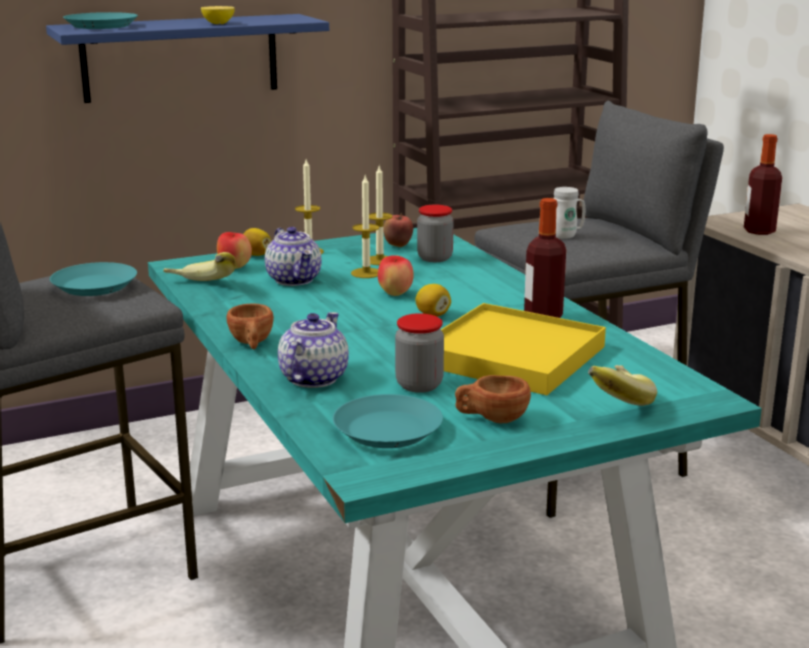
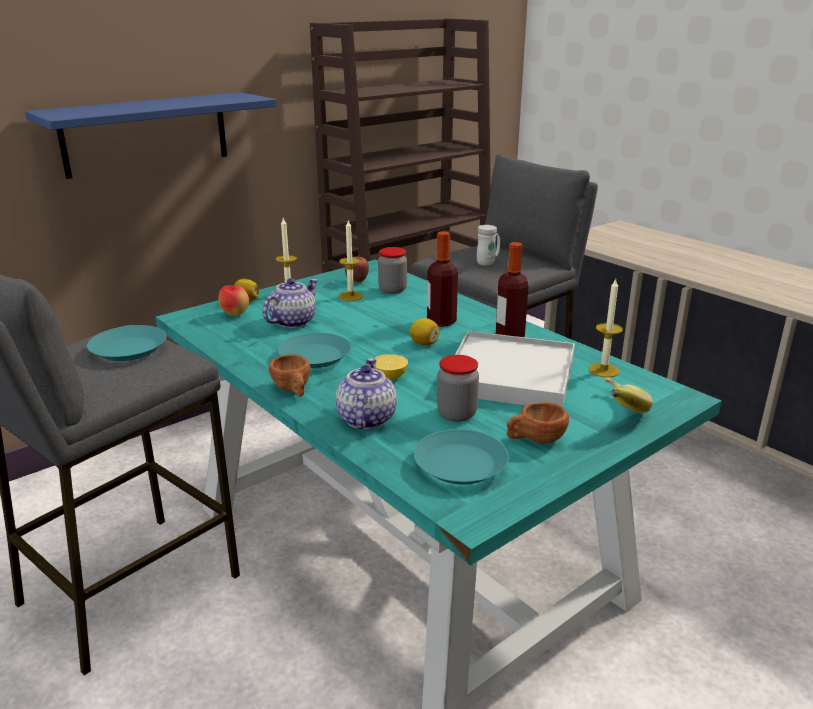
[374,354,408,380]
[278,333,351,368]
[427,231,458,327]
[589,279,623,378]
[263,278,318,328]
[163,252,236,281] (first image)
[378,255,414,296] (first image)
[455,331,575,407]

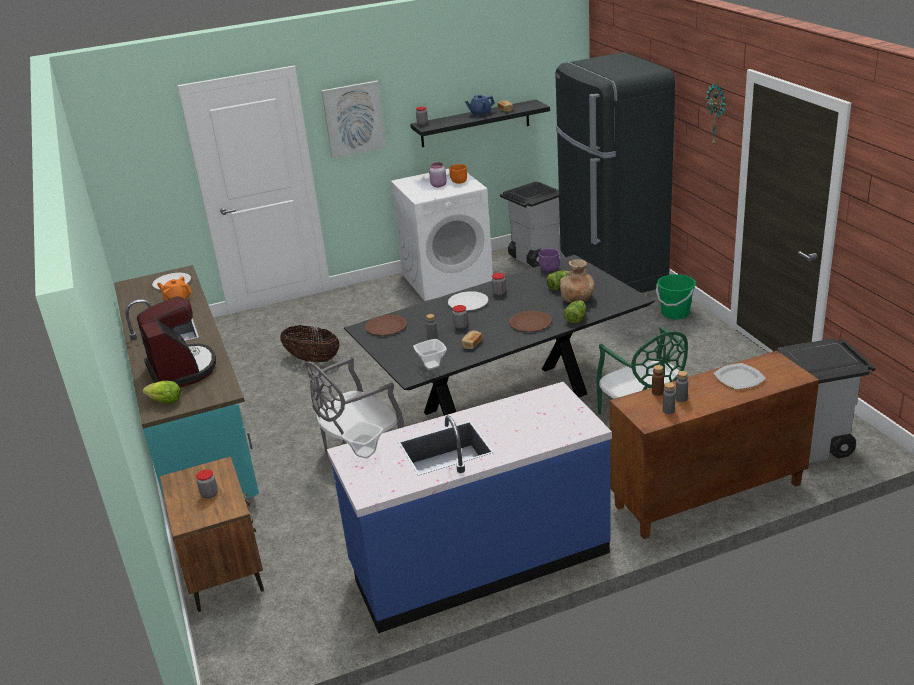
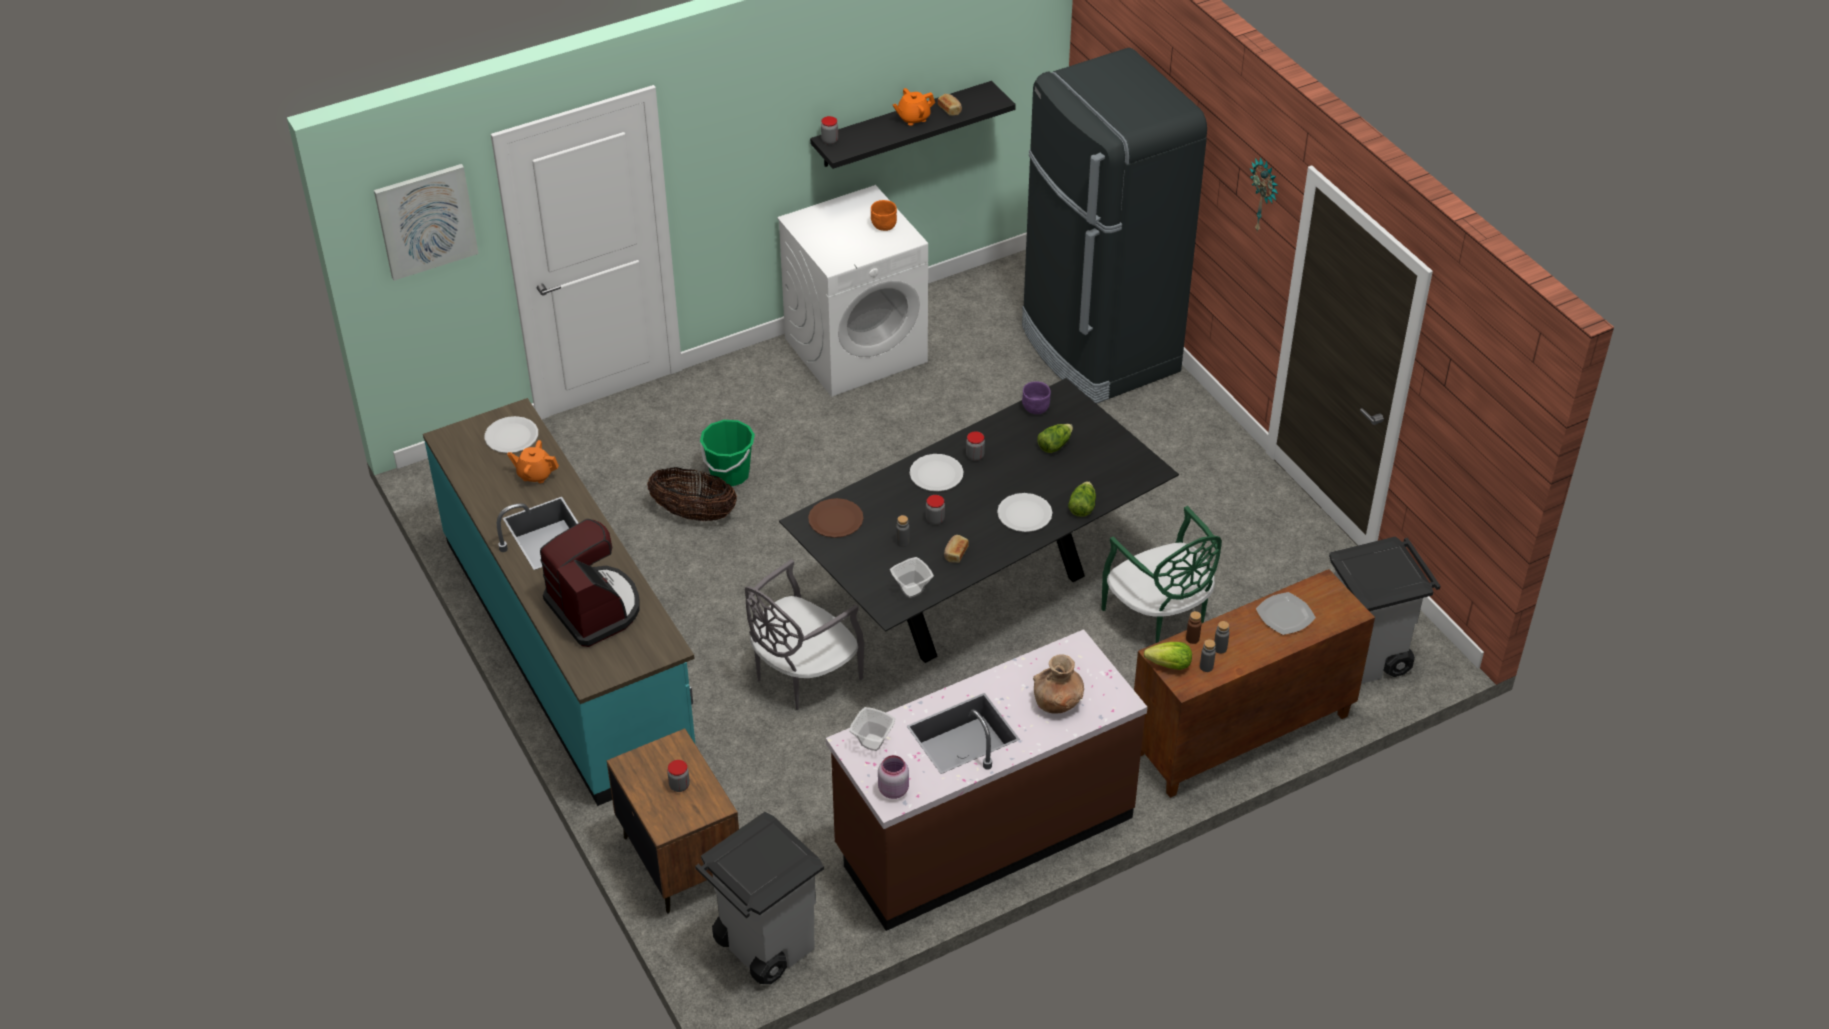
[374,164,479,281]
[893,88,935,126]
[878,755,909,799]
[695,812,824,984]
[1033,654,1084,714]
[700,420,755,486]
[997,493,1052,532]
[1144,642,1192,670]
[826,629,1148,931]

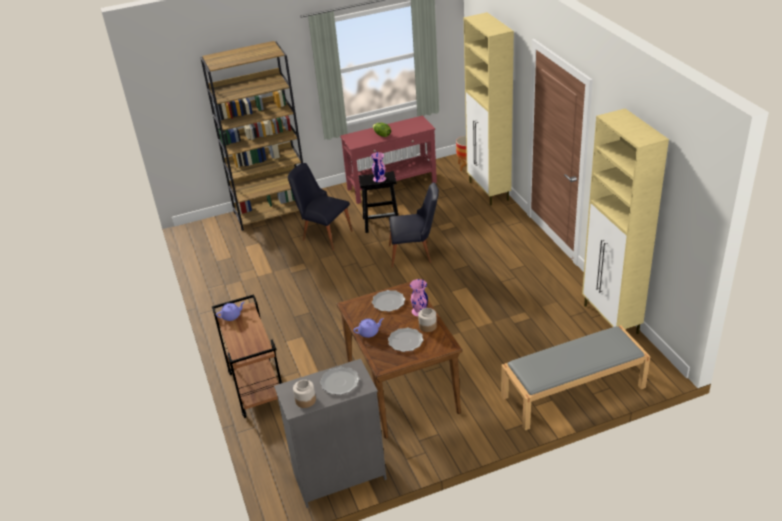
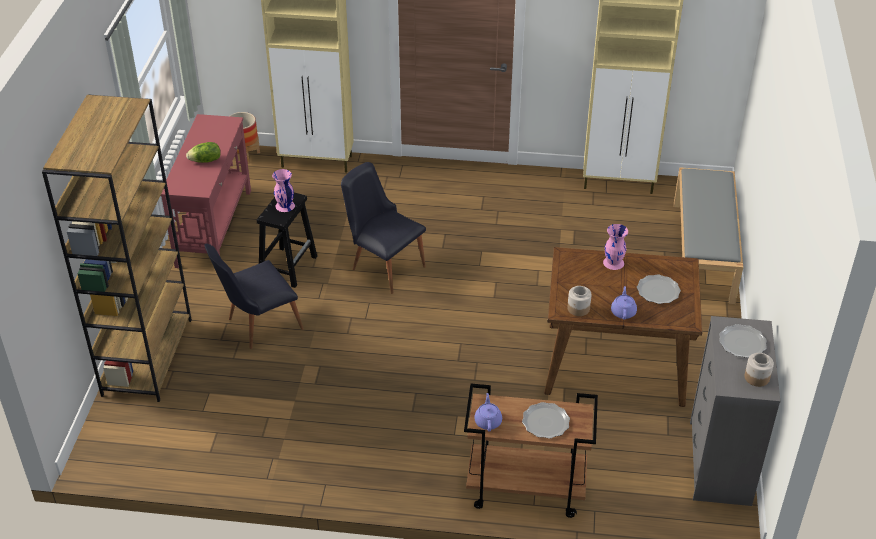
[341,162,426,294]
[522,402,570,439]
[567,286,592,316]

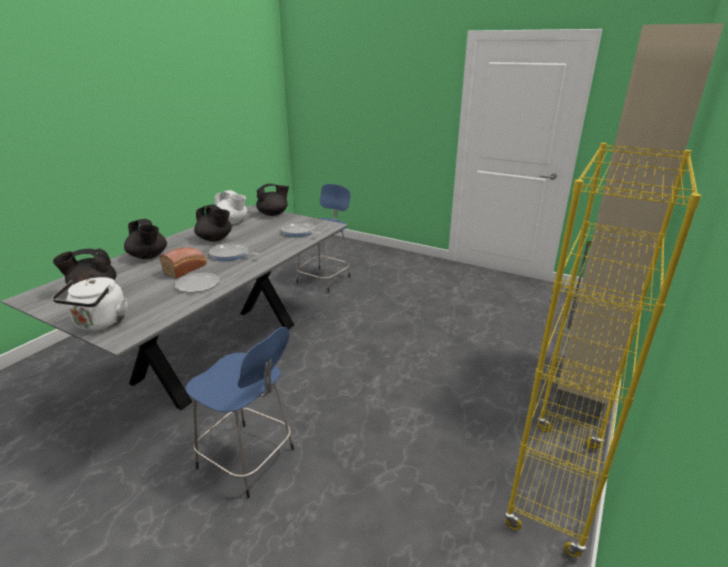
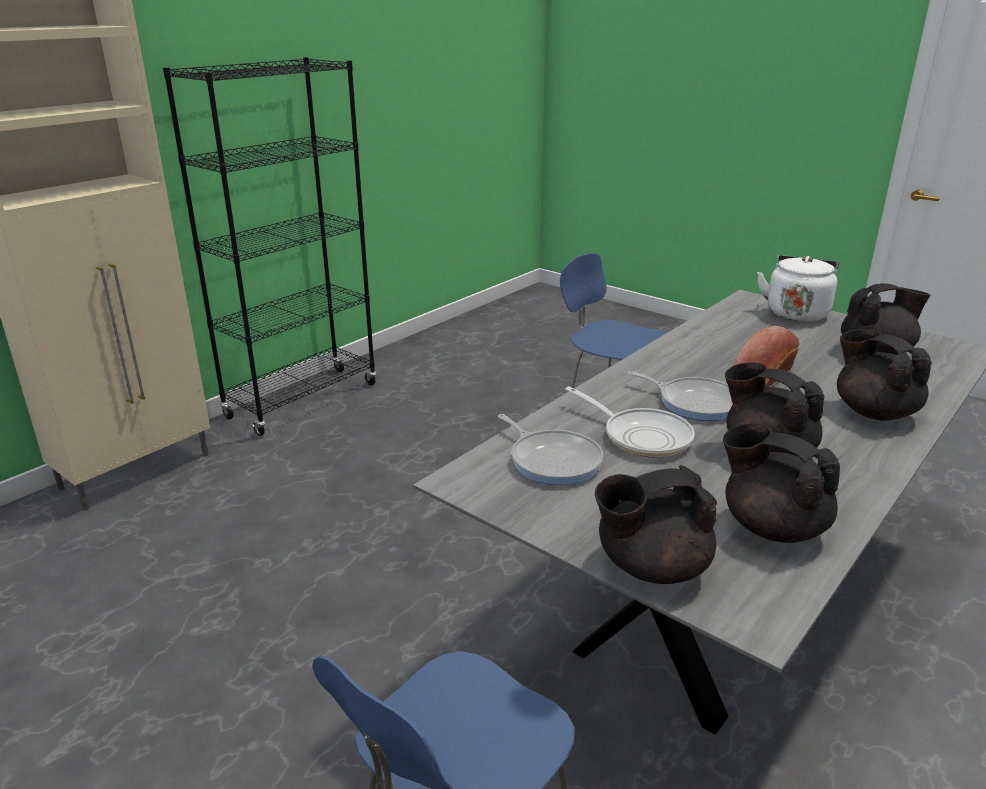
[163,57,376,436]
[723,423,840,543]
[175,272,220,292] (first image)
[565,386,695,458]

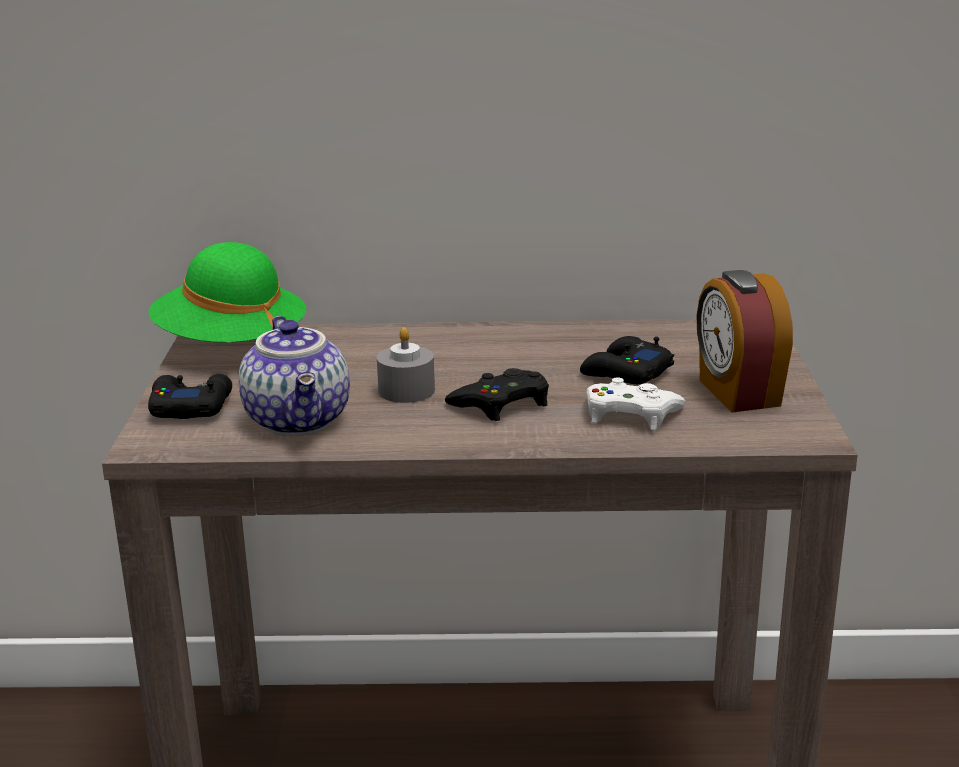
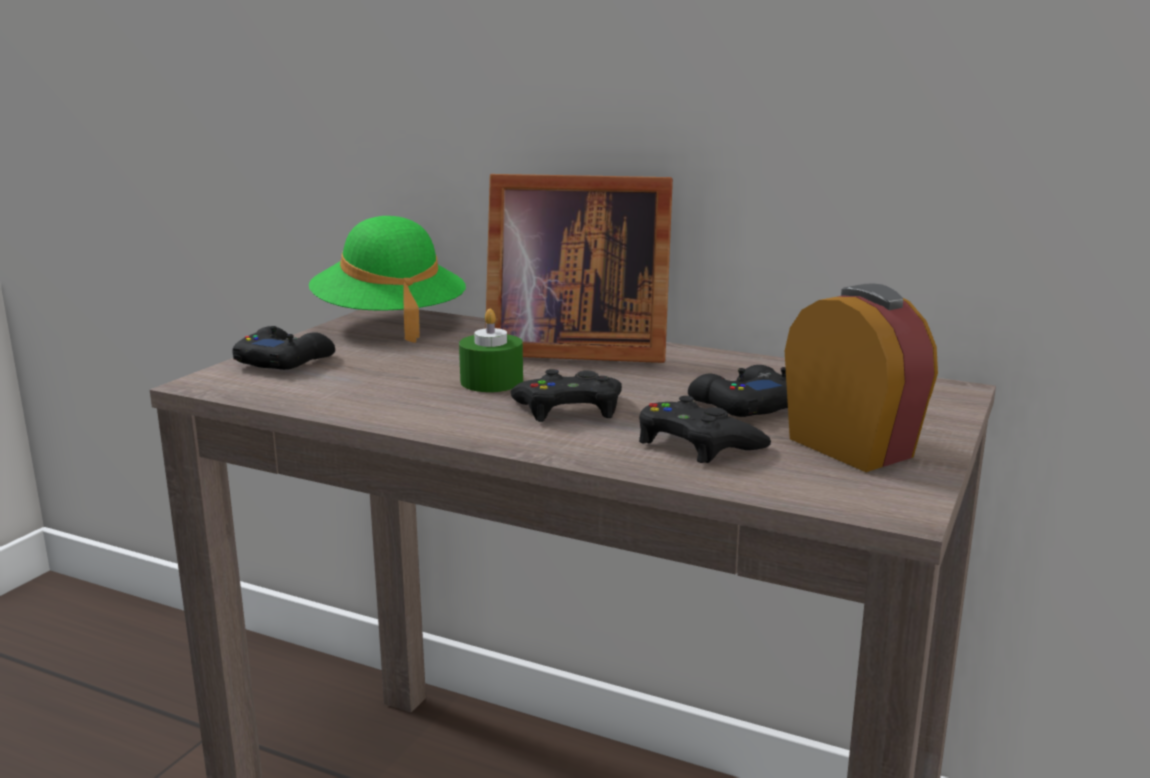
[785,284,938,472]
[239,316,350,436] (first image)
[459,309,523,392]
[639,396,771,463]
[485,174,673,363]

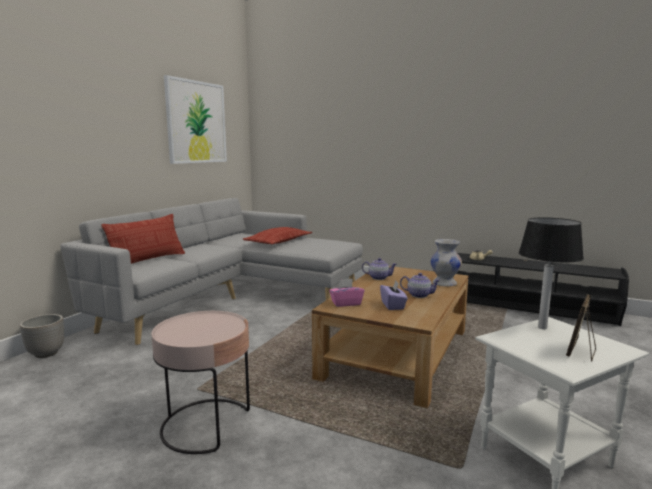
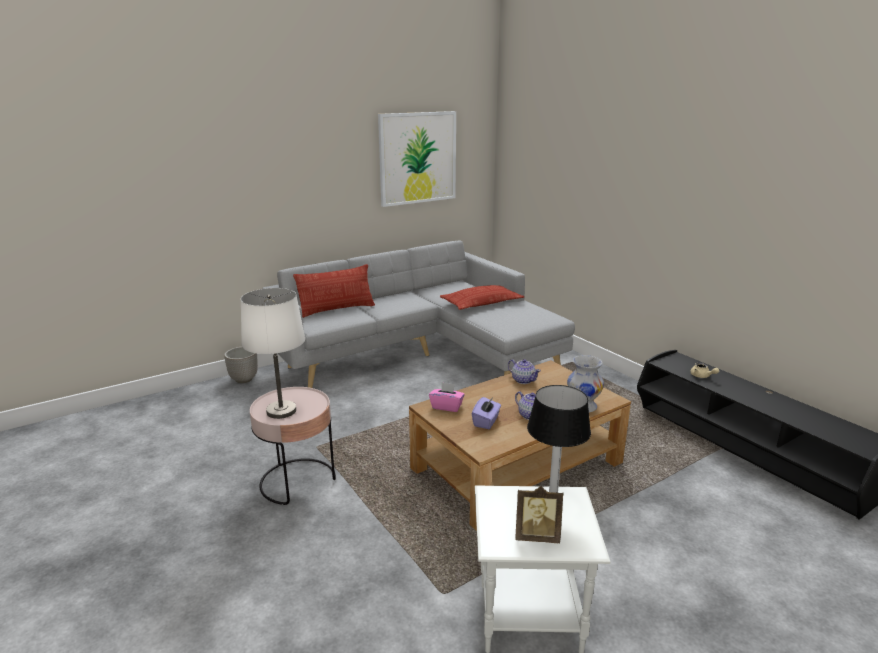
[515,486,563,543]
[241,288,305,419]

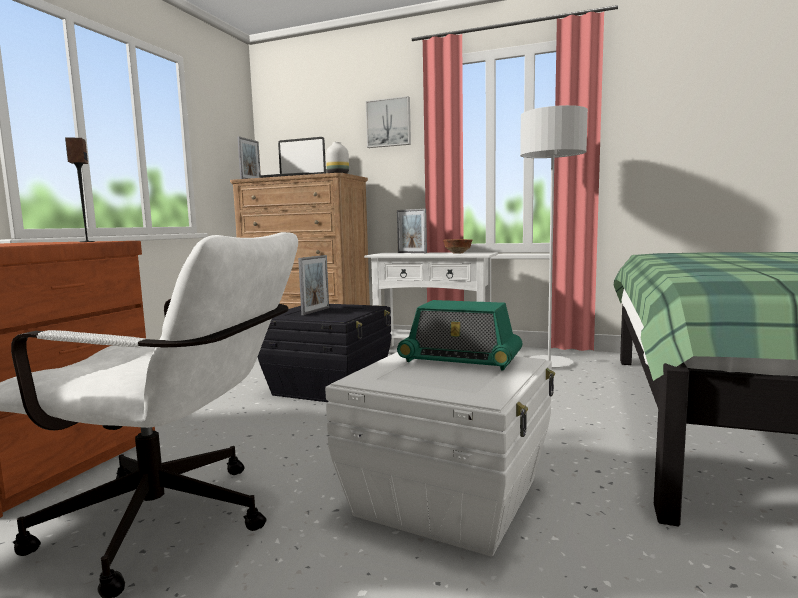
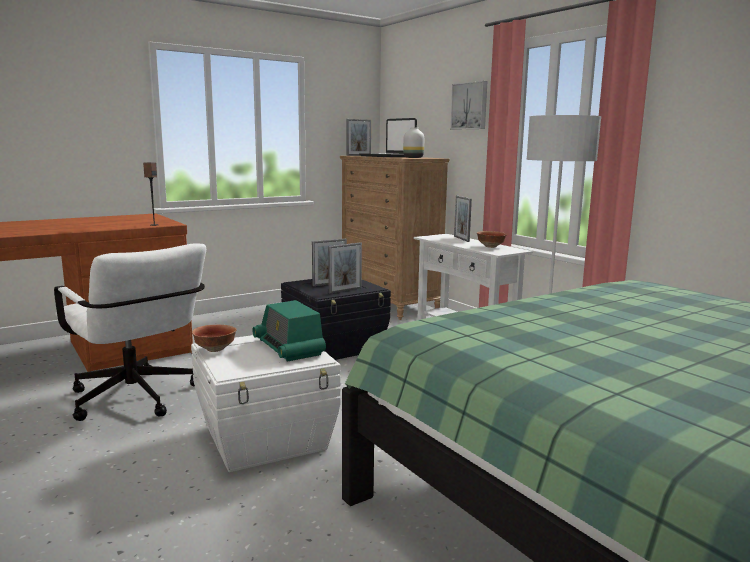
[328,242,362,294]
[192,325,237,352]

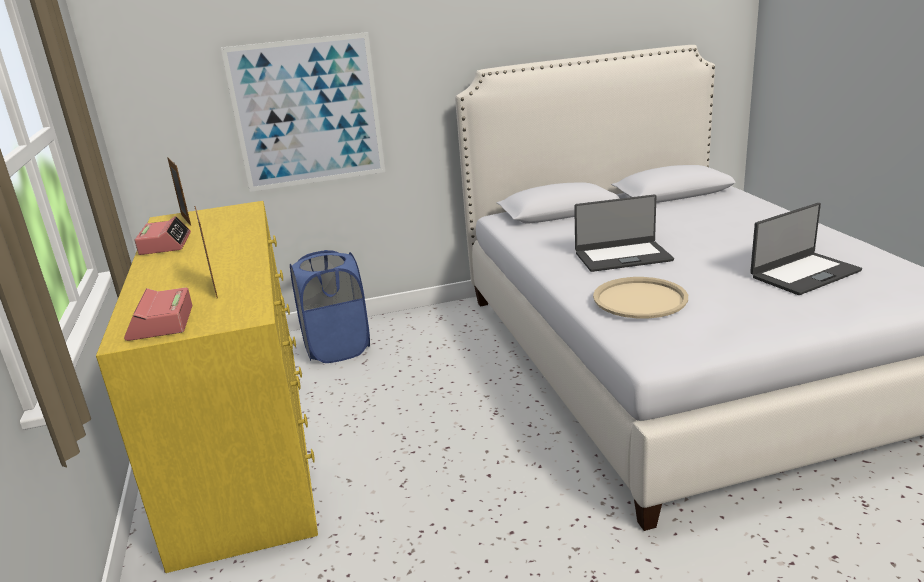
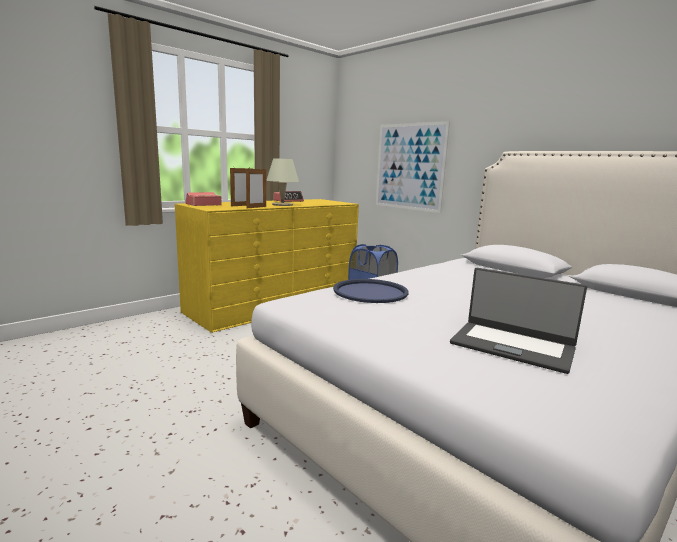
[246,169,266,209]
[574,195,674,272] (first image)
[333,279,409,303]
[266,158,299,206]

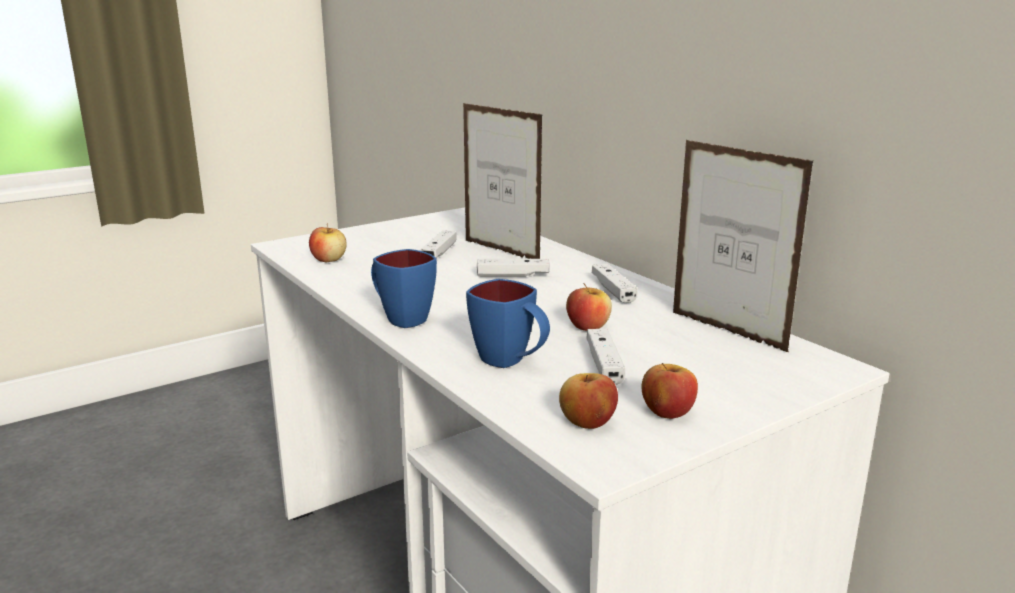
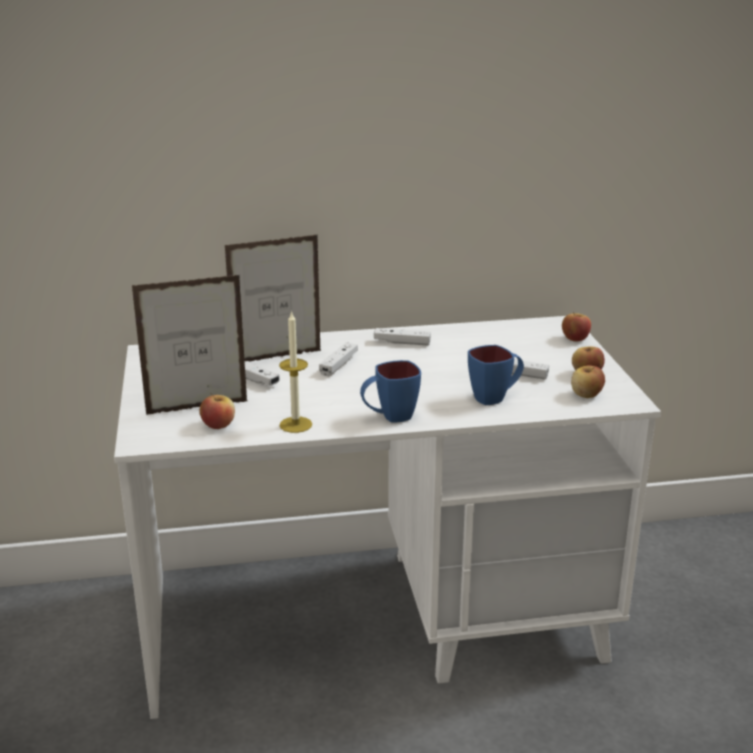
[132,275,247,415]
[562,312,591,342]
[279,311,312,433]

